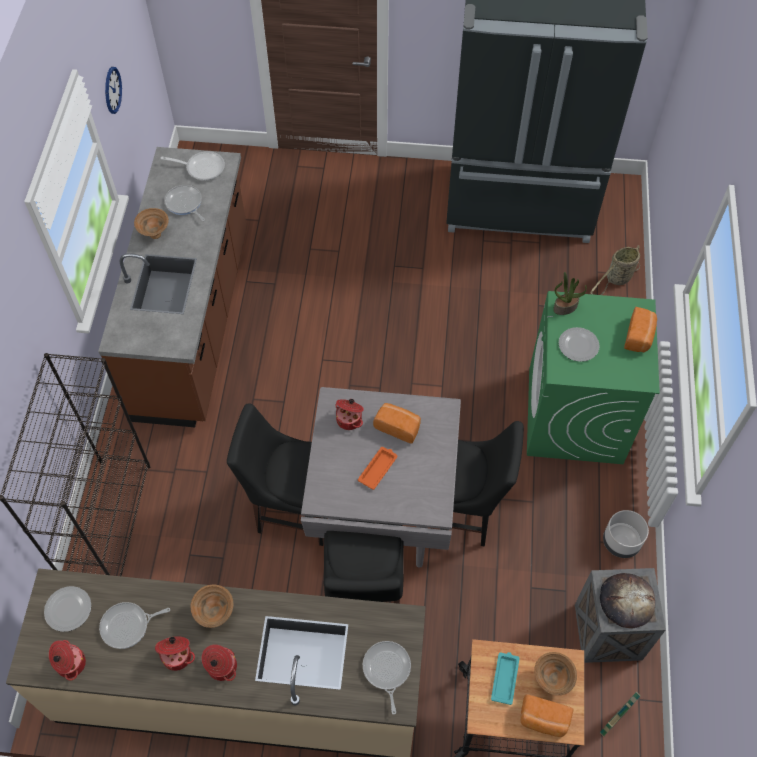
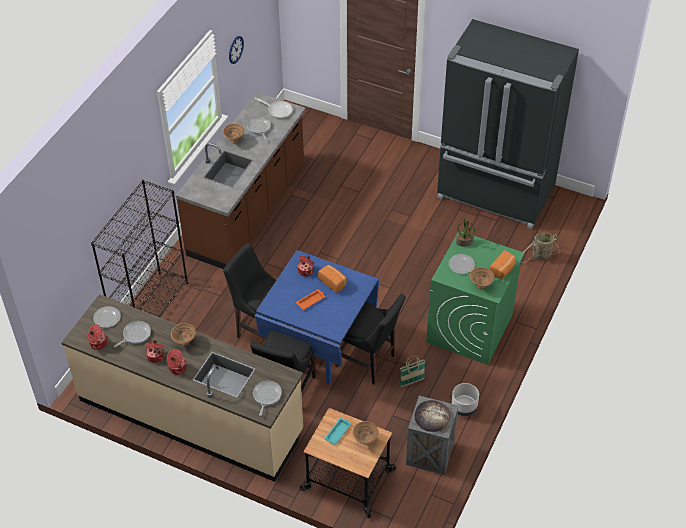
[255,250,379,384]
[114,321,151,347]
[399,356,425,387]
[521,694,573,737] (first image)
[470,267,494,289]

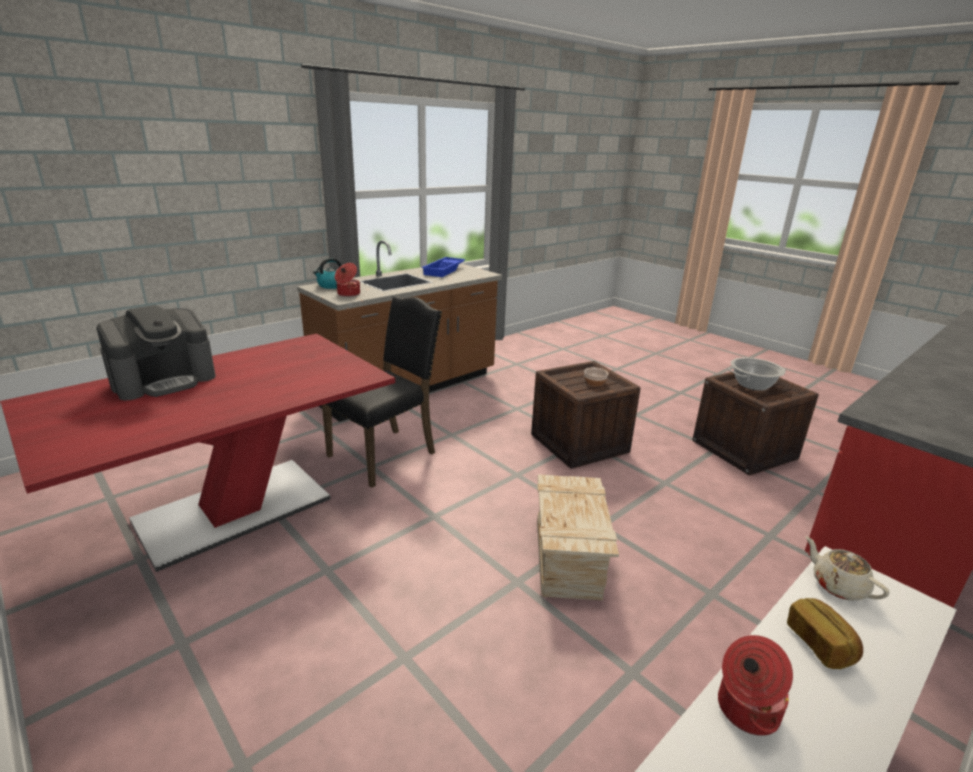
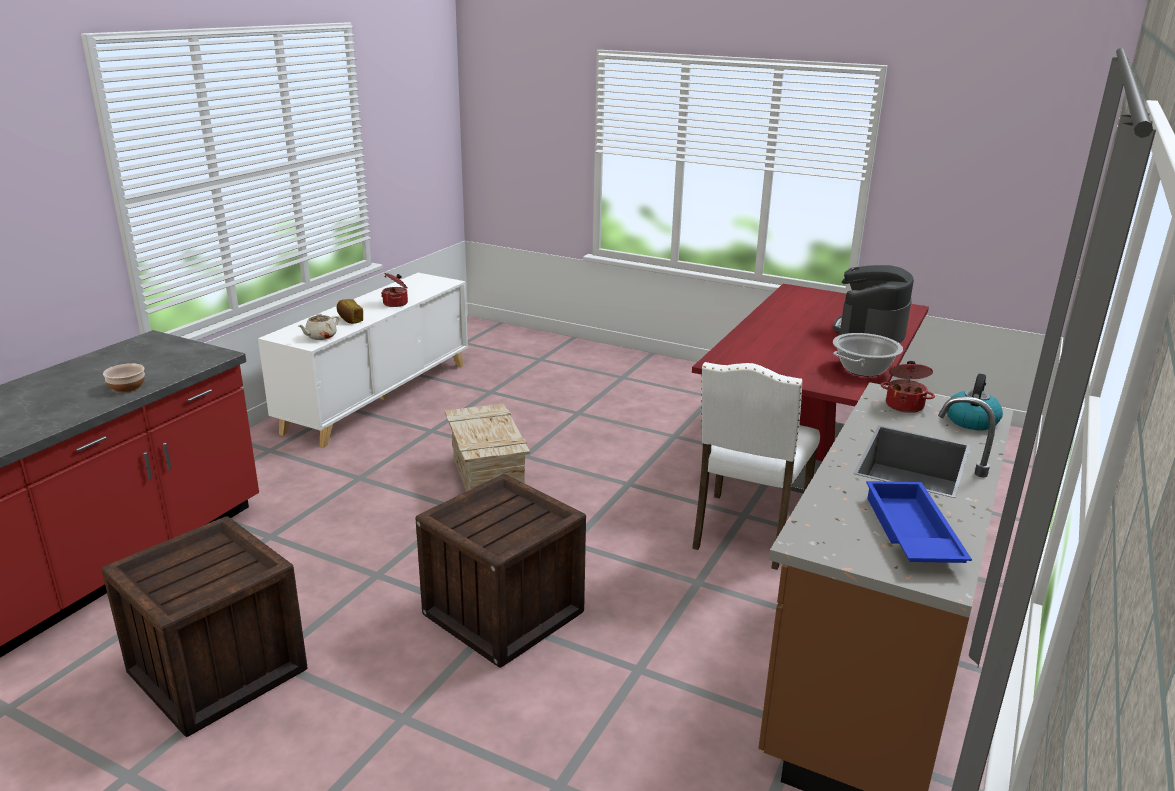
[692,362,820,570]
[833,333,903,377]
[103,363,145,393]
[298,314,339,340]

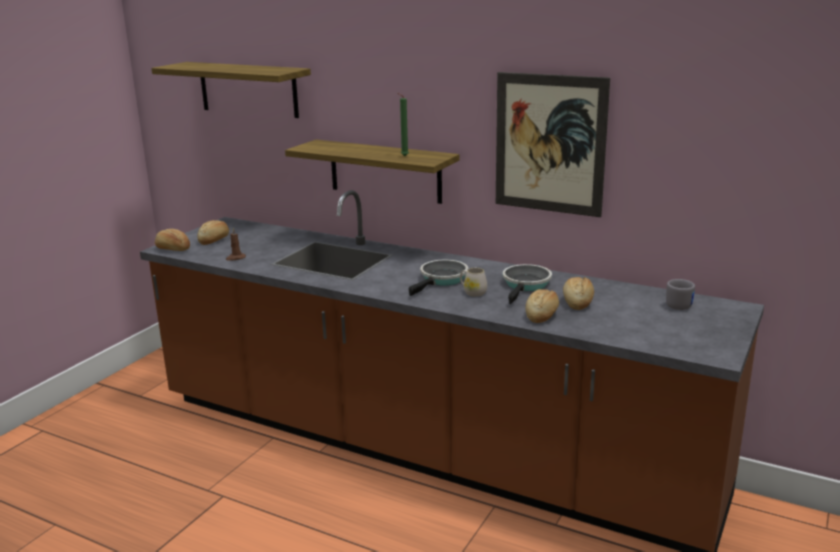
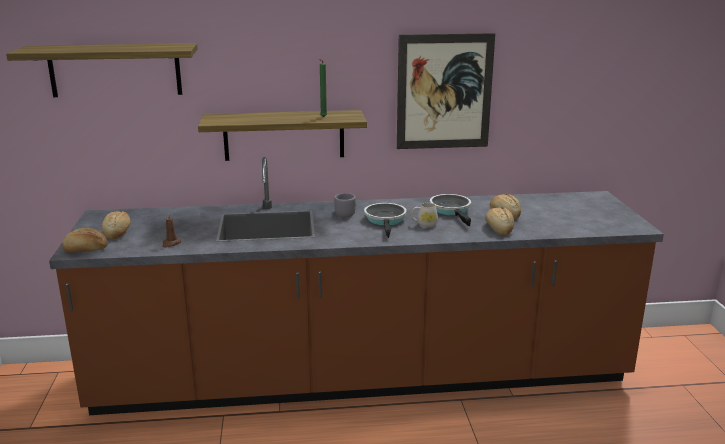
[334,193,356,217]

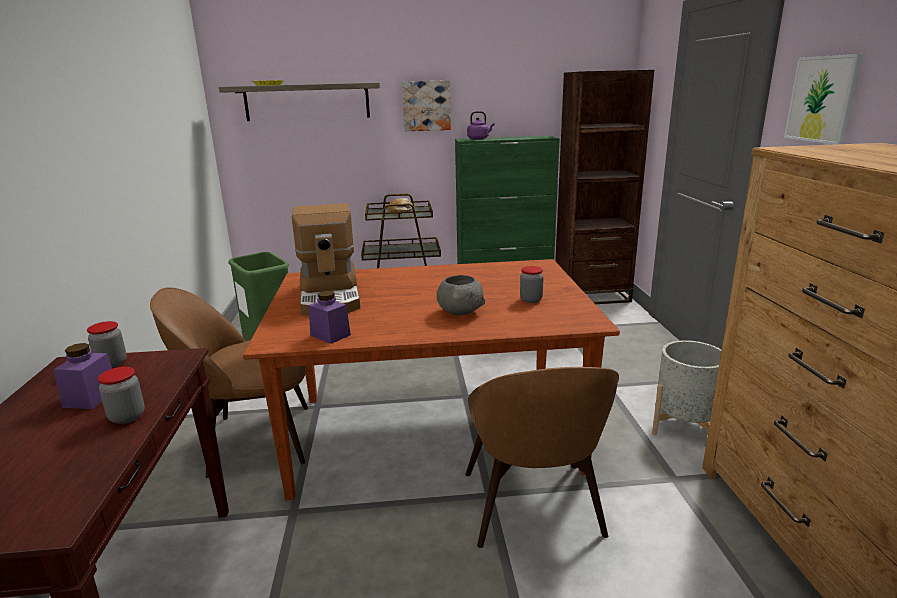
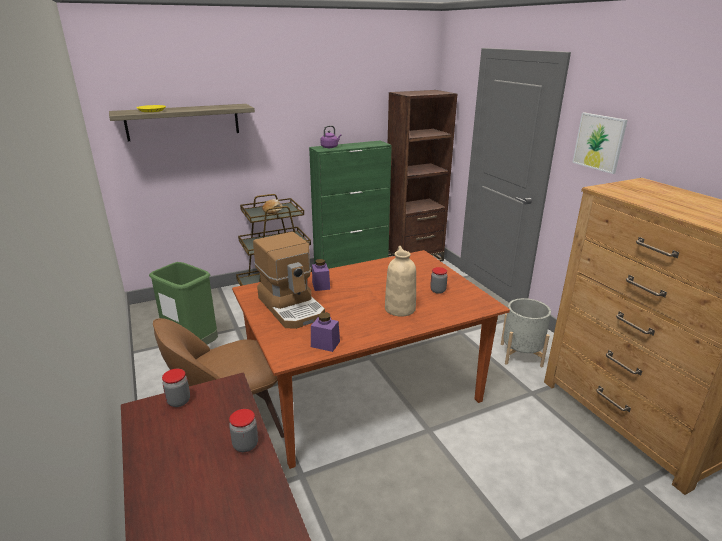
[402,80,451,131] (first image)
[385,246,416,317]
[312,259,330,291]
[465,367,619,548] (first image)

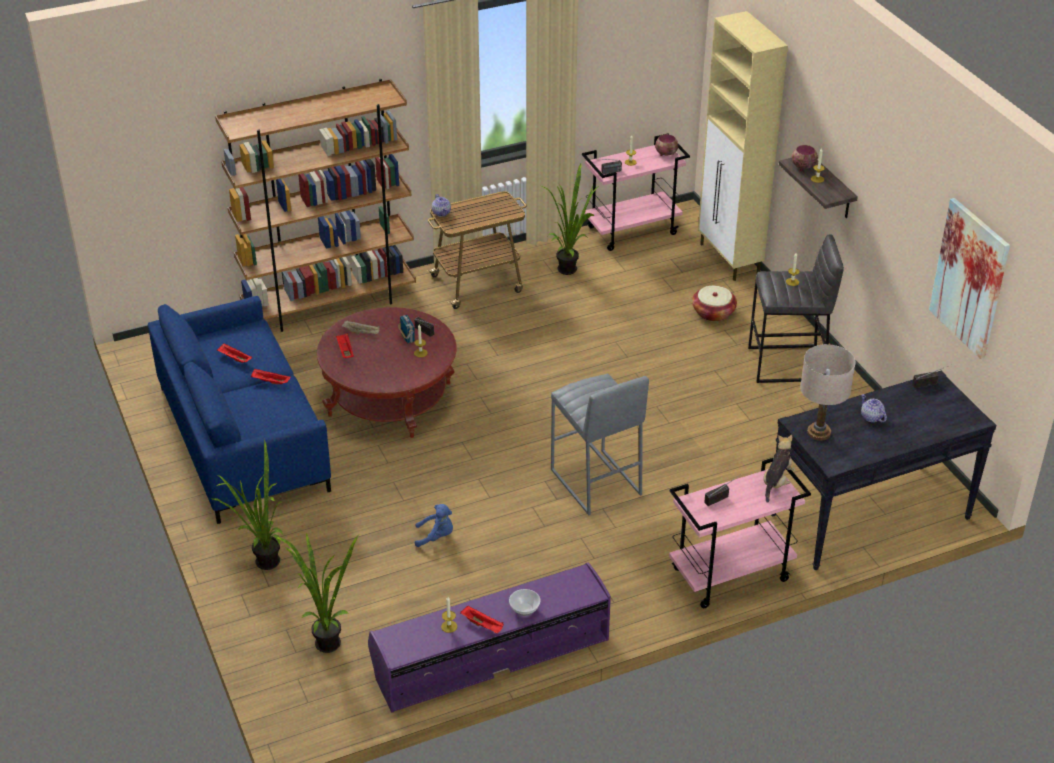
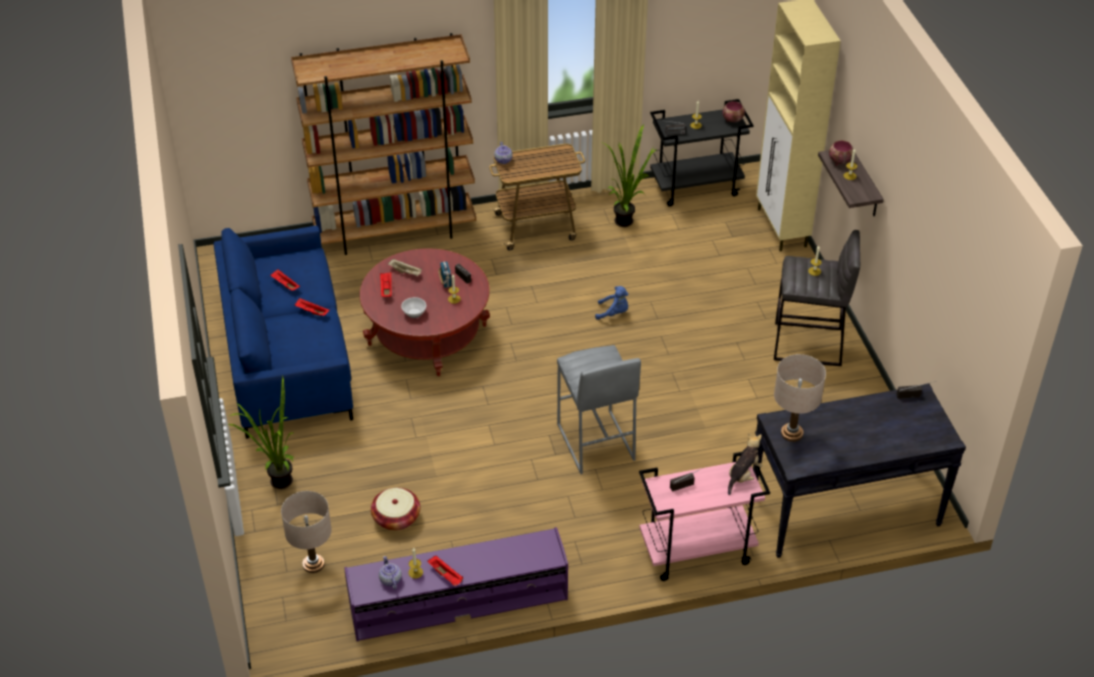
[650,99,754,207]
[929,198,1010,359] (first image)
[371,488,420,531]
[379,556,402,590]
[595,286,628,320]
[281,491,332,573]
[401,297,426,318]

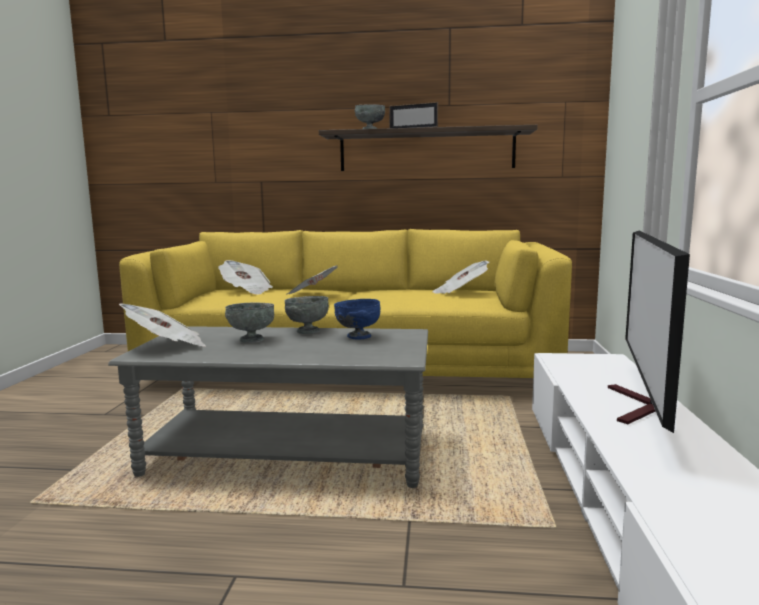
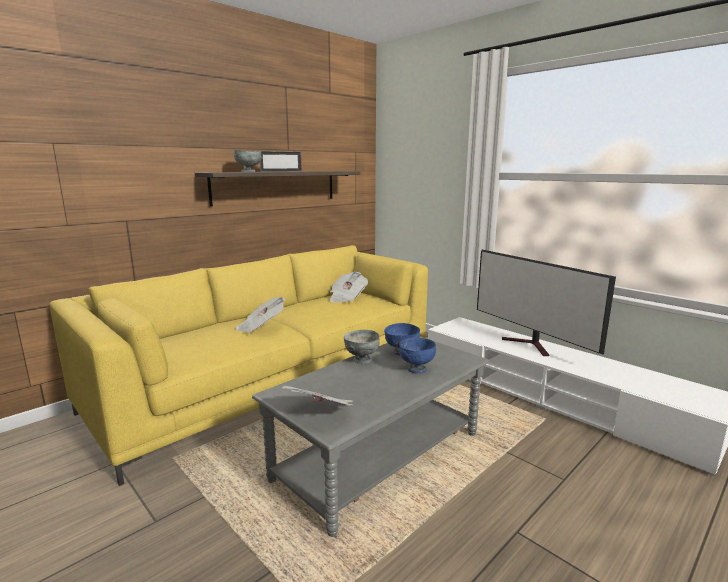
[218,260,273,295] (first image)
[225,303,274,343] (first image)
[399,338,436,374]

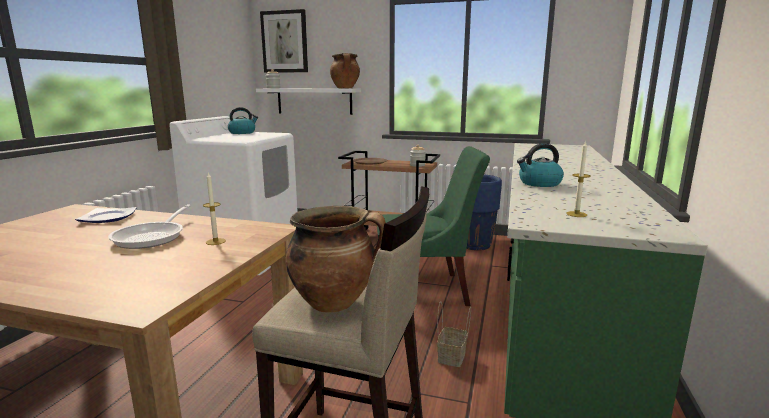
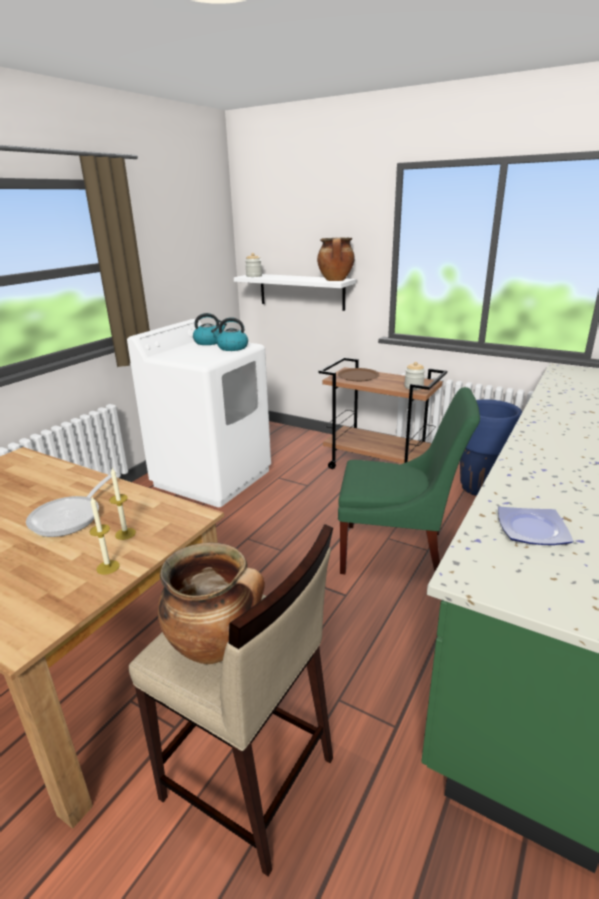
[260,9,308,73] (first image)
[89,497,120,575]
[211,317,248,351]
[498,506,573,545]
[437,301,471,367] (first image)

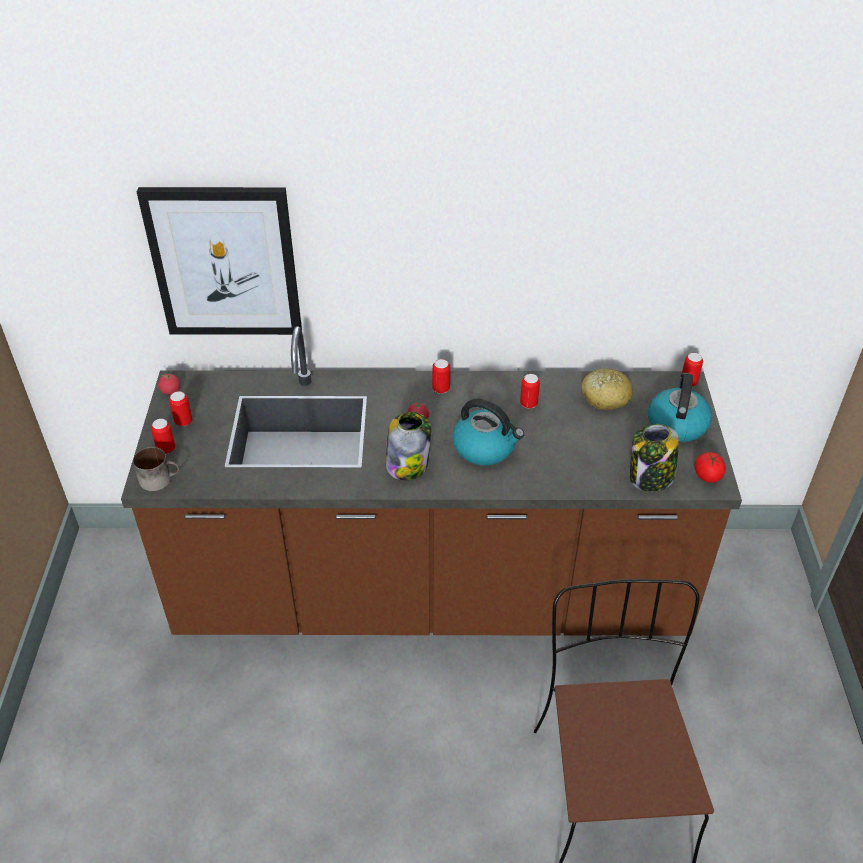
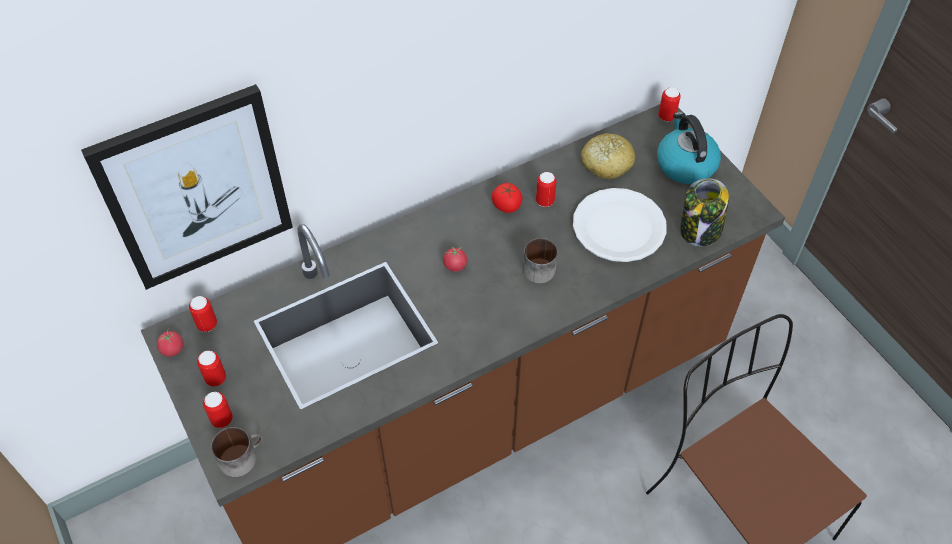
[189,296,217,332]
[523,238,558,283]
[386,412,431,480] (first image)
[492,183,523,213]
[573,188,667,262]

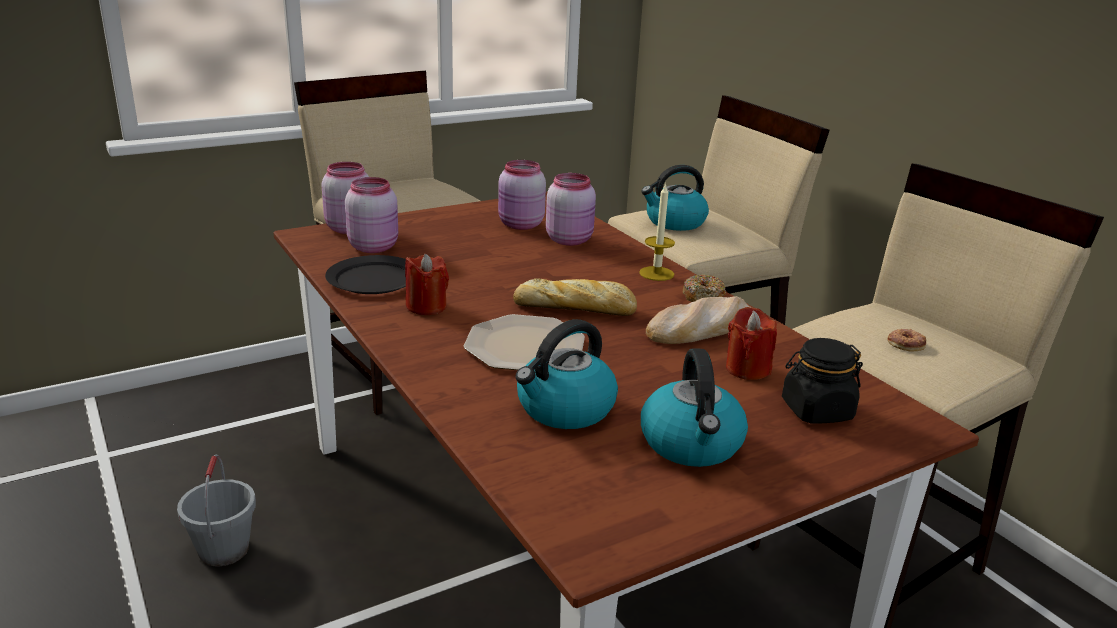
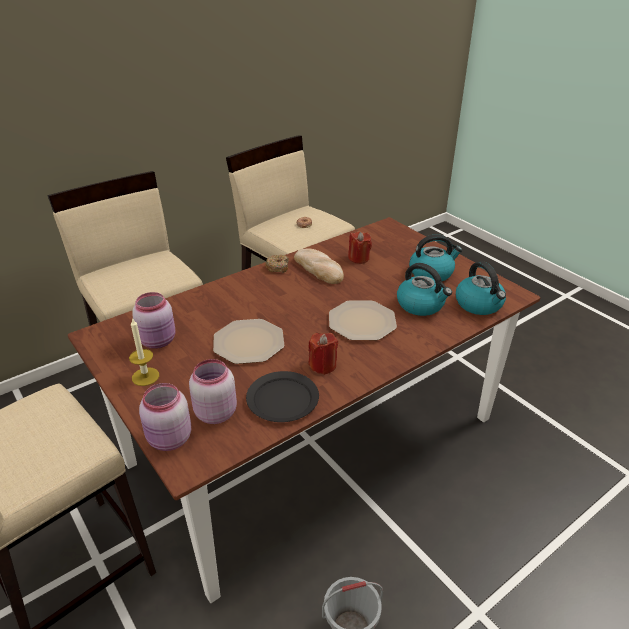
[456,261,506,315]
[546,173,596,246] (first image)
[129,318,159,386]
[513,278,637,316] (first image)
[782,338,863,424] (first image)
[213,319,284,364]

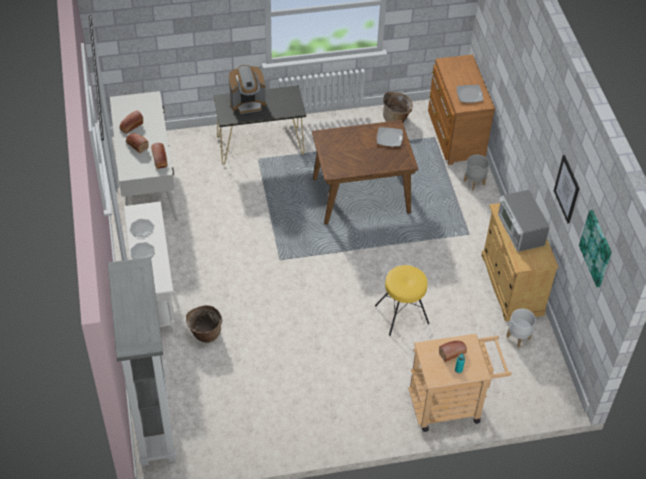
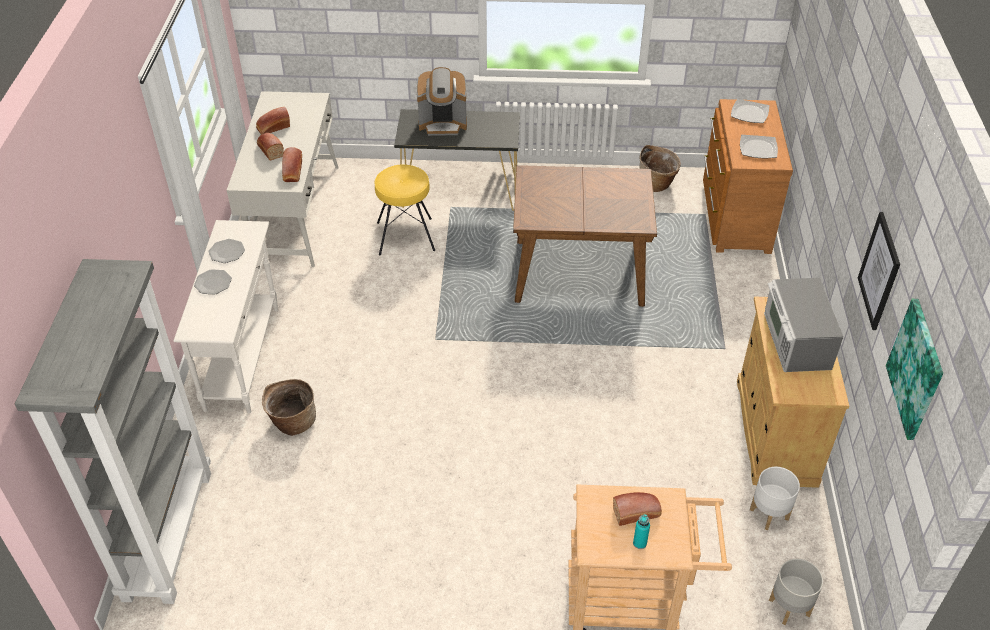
[731,99,769,123]
[769,559,823,625]
[375,165,435,255]

